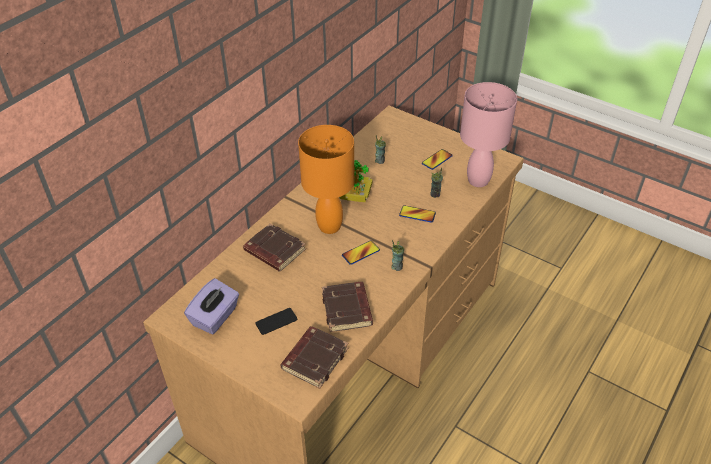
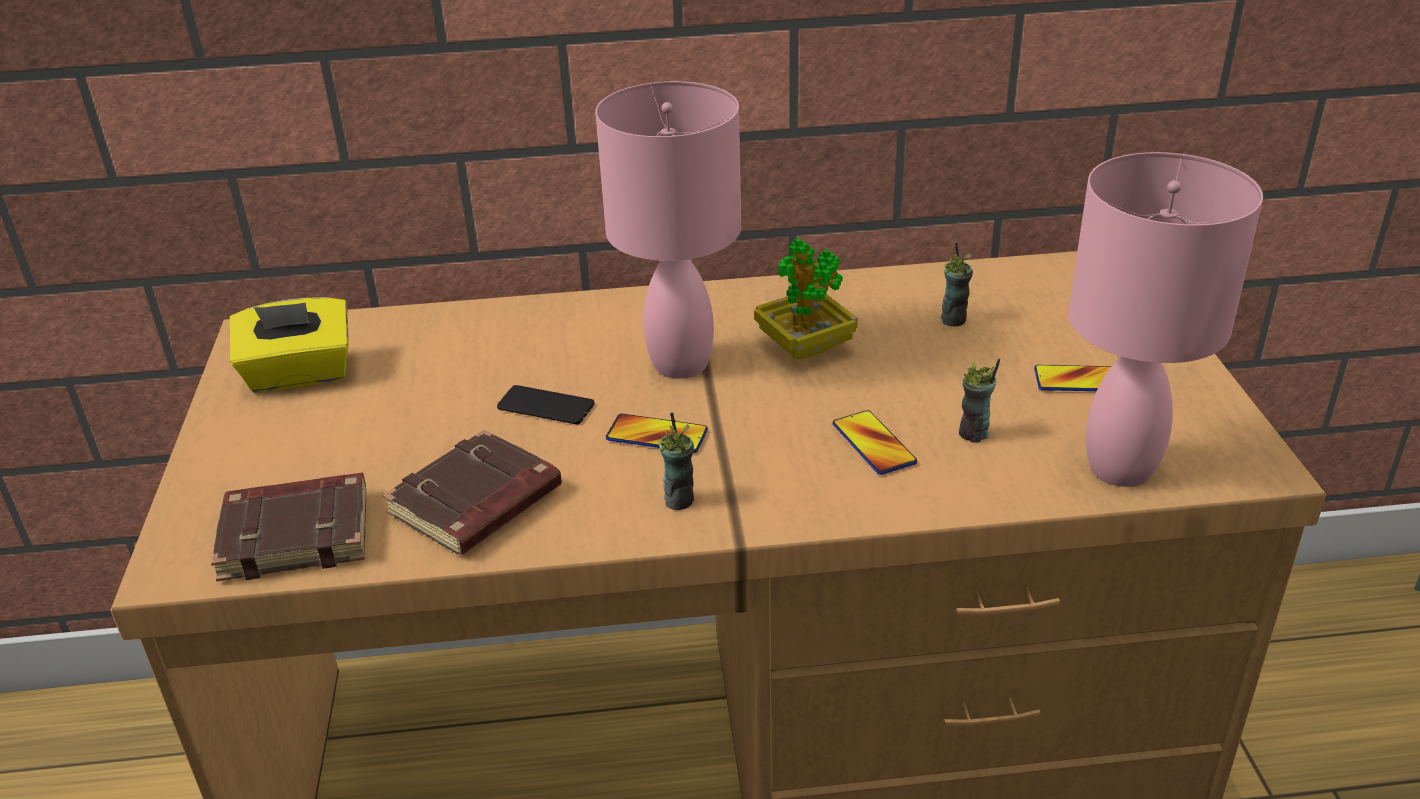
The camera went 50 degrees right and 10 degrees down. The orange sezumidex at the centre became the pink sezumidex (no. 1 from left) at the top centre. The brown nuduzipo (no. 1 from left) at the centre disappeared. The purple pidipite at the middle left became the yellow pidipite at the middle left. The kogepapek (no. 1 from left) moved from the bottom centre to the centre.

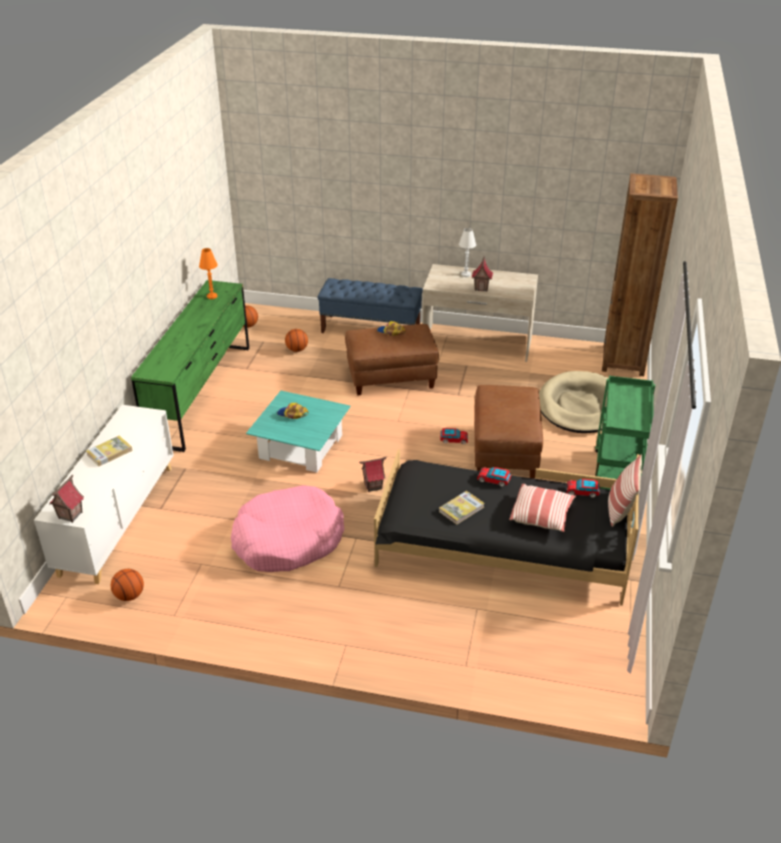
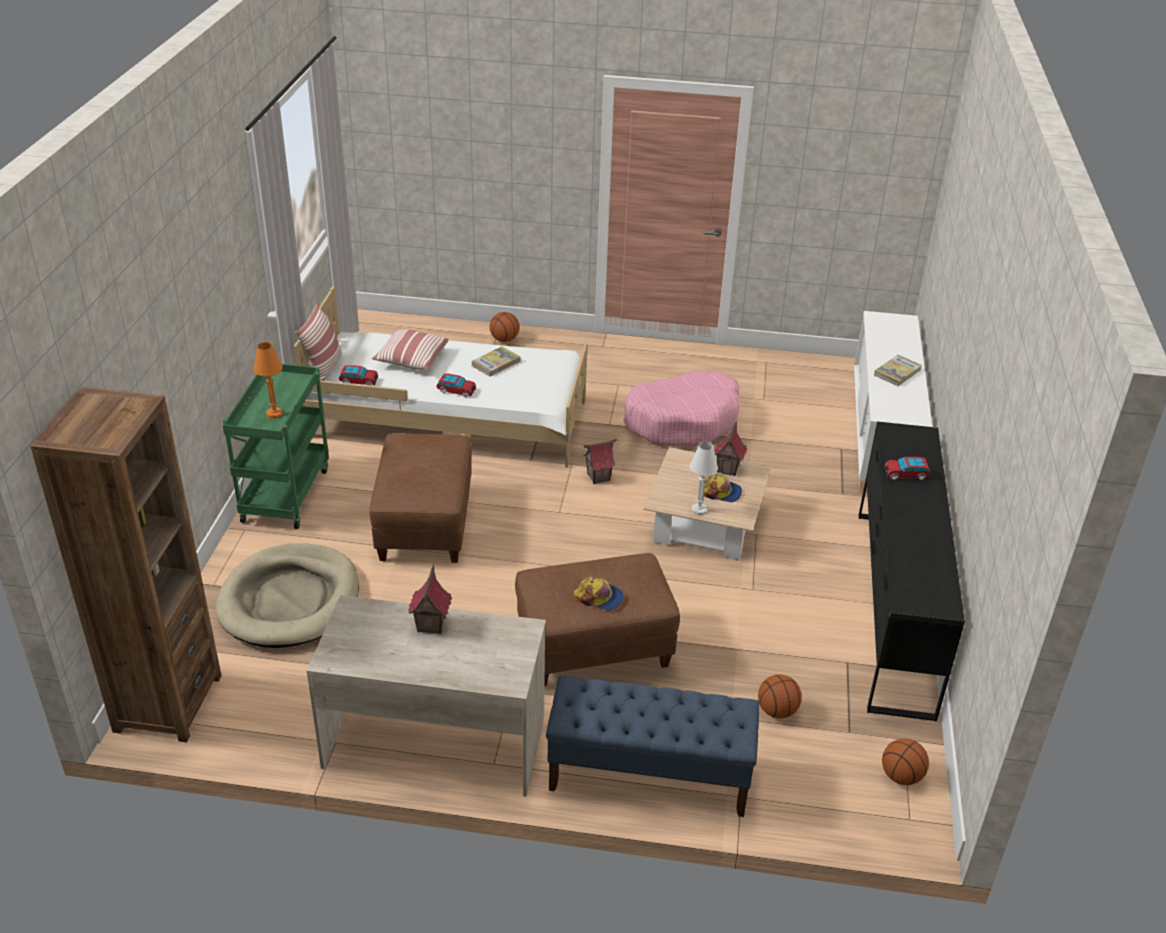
The camera went 175 degrees right and 0 degrees up. The white sezumidex moved from the top centre to the centre. The orange sezumidex moved from the top left to the middle left. The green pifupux at the middle left became the black pifupux at the middle right. The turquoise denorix at the centre became the beige denorix at the centre. The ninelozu (no. 1 from left in the first image) moved from the centre to the middle right. The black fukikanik at the centre became the white fukikanik at the centre. The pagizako (no. 1 from left in the first image) moved from the middle left to the centre. The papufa (no. 1 from left) moved from the bottom left to the centre.

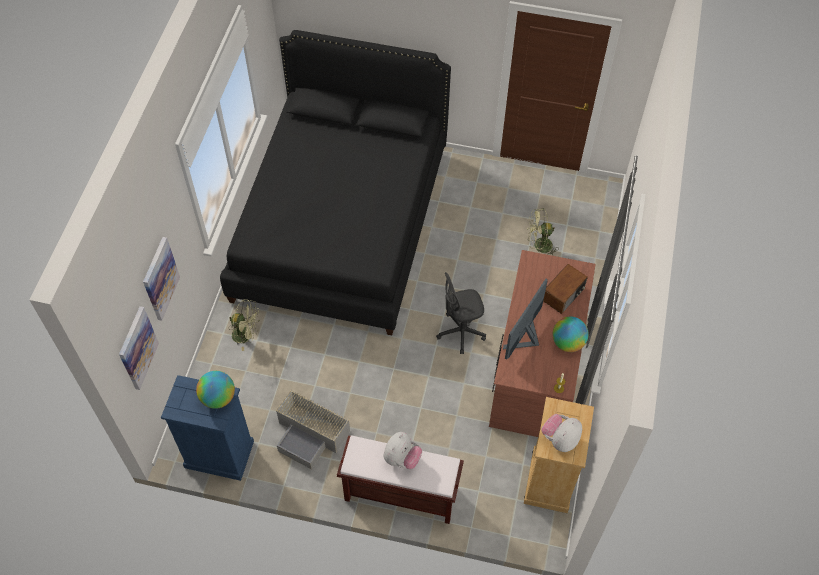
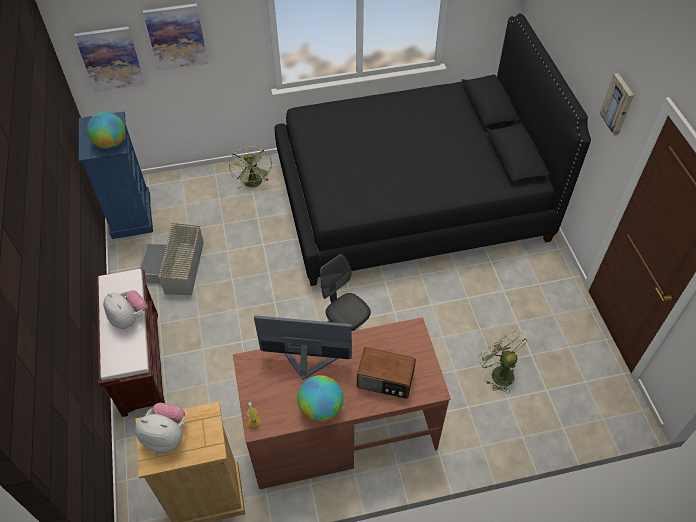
The camera went 65 degrees right and 5 degrees down. The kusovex (no. 1 from left) at the bottom centre turned 135 degrees counterclockwise. The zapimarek (no. 3 from left) at the top right appeared.

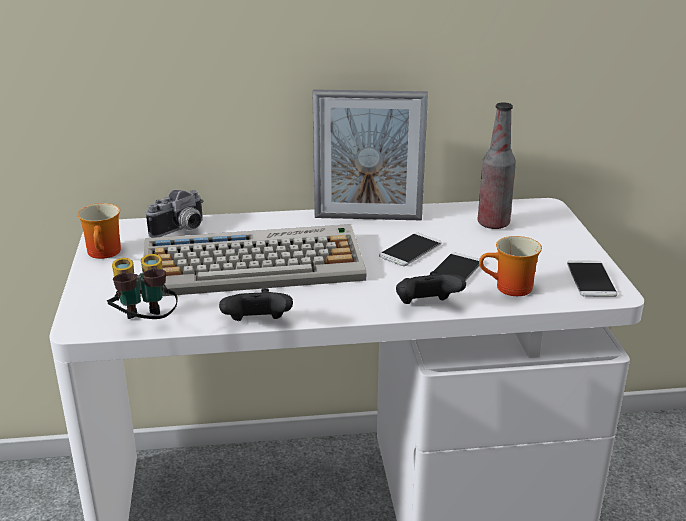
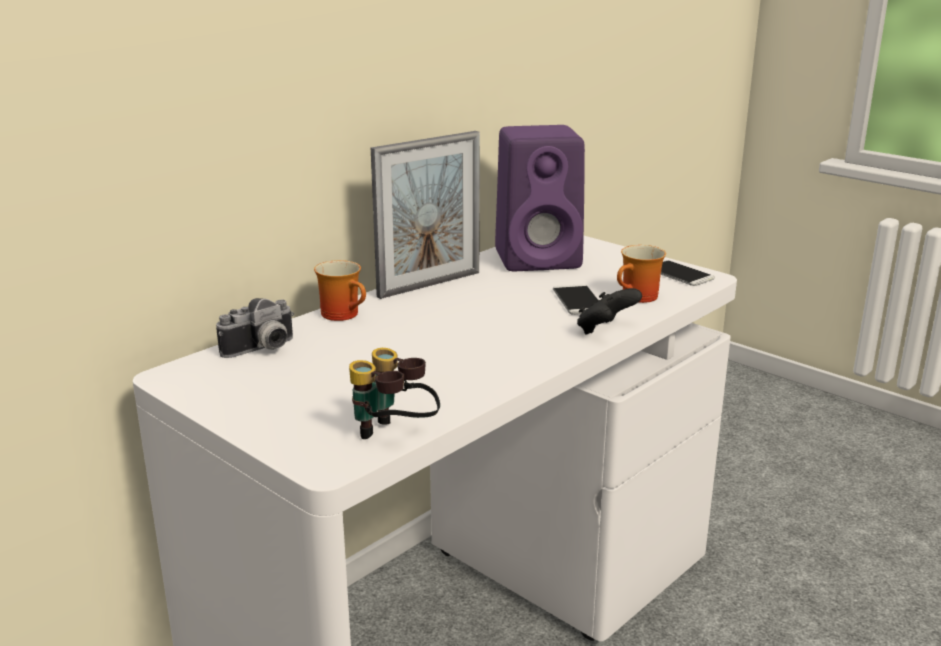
The camera went 40 degrees left and 5 degrees down. The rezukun at the top right was replaced by the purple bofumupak at the top centre. The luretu at the middle left turned 45 degrees clockwise. The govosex (no. 1 from left) moved from the middle left to the centre. The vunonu at the centre disappeared. The kogepapek (no. 1 from left) at the centre disappeared. The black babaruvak (no. 1 from left) at the centre disappeared.

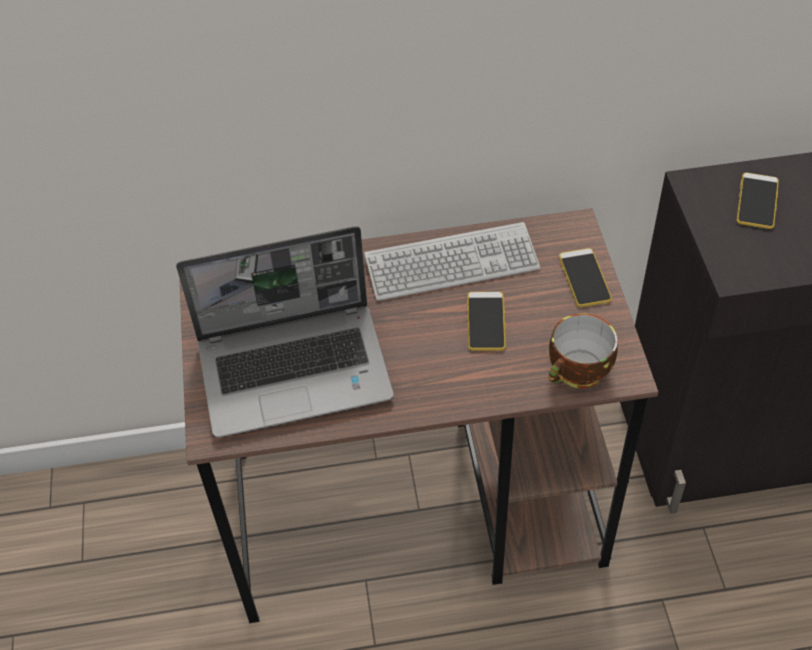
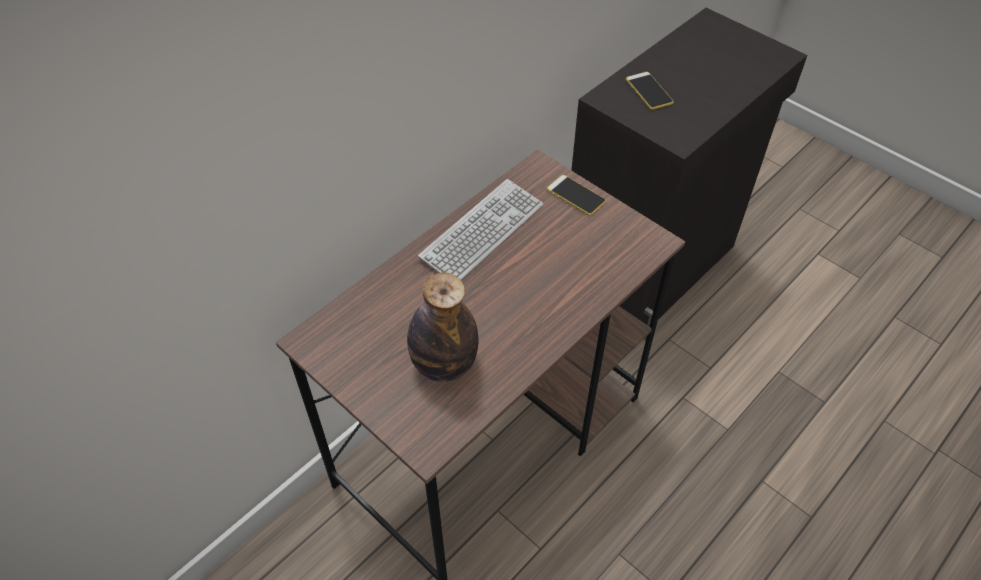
The camera went 40 degrees left and 0 degrees up. The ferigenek at the centre was replaced by the rezukun at the centre. The kogepapek (no. 1 from left) at the centre disappeared. The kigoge at the middle right disappeared.

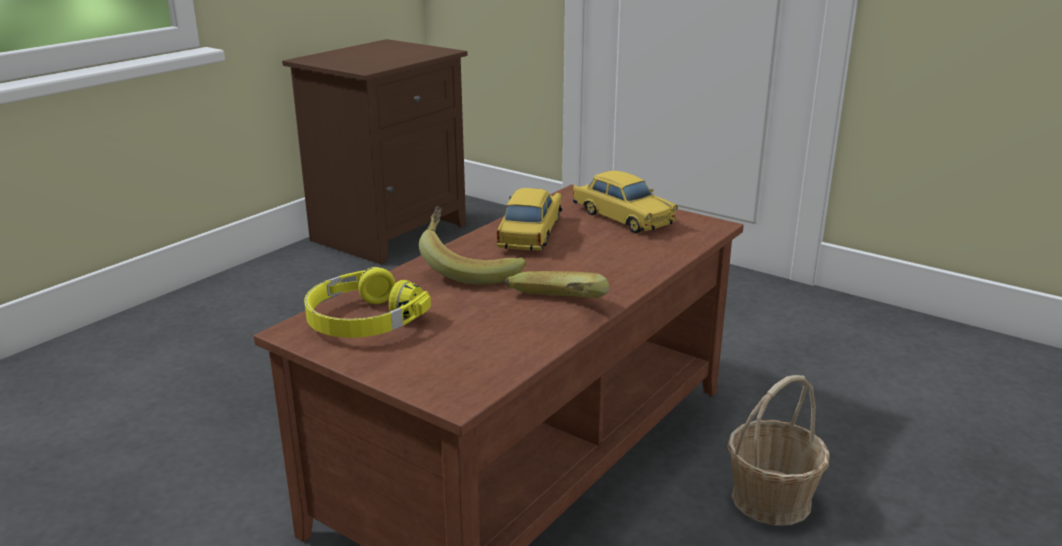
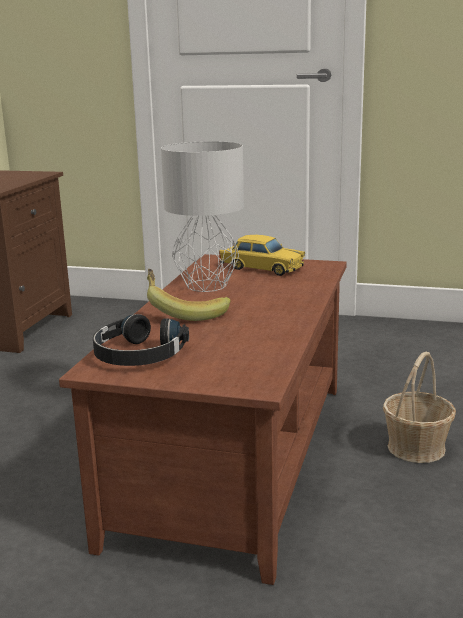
The camera went 20 degrees left and 5 degrees down. The yellow ninelozu (no. 1 from left) at the centre was replaced by the grey sezumidex at the centre. The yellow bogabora at the centre became the black bogabora at the middle left. The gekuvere (no. 2 from left) at the centre disappeared.

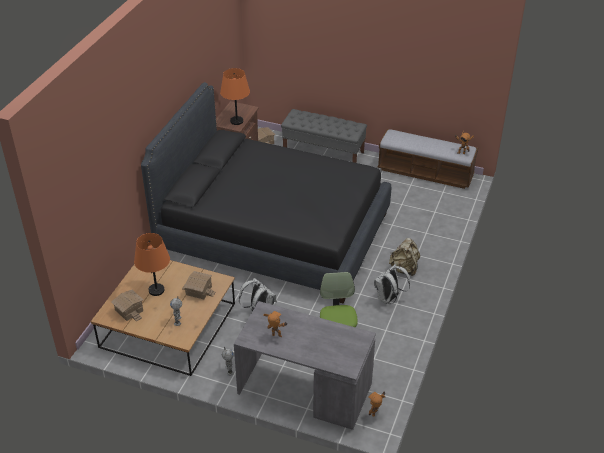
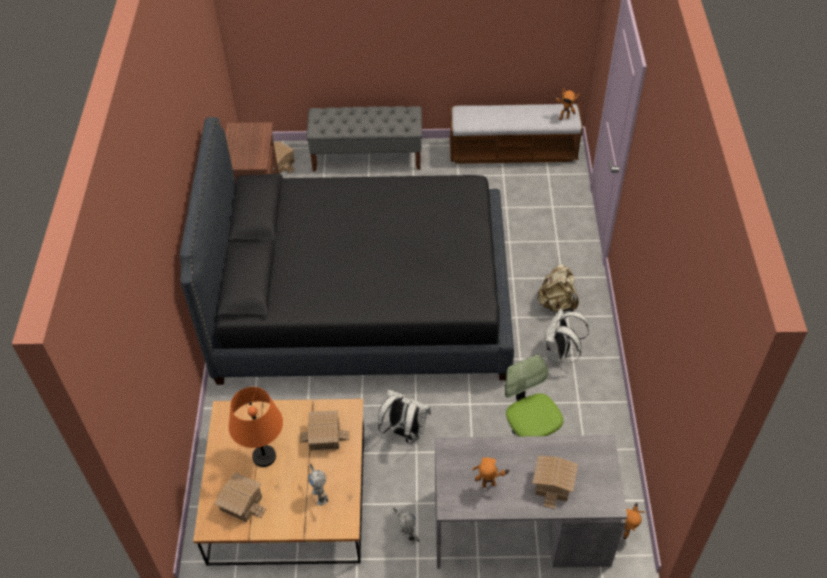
The camera went 20 degrees left and 10 degrees up. The orange sezumidex (no. 2 from left) at the top centre disappeared. The pagizako (no. 4 from left) at the bottom right appeared.

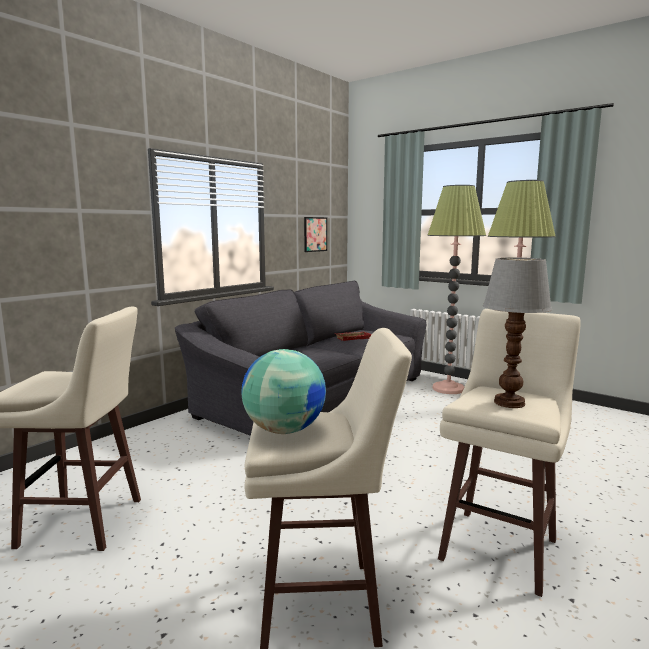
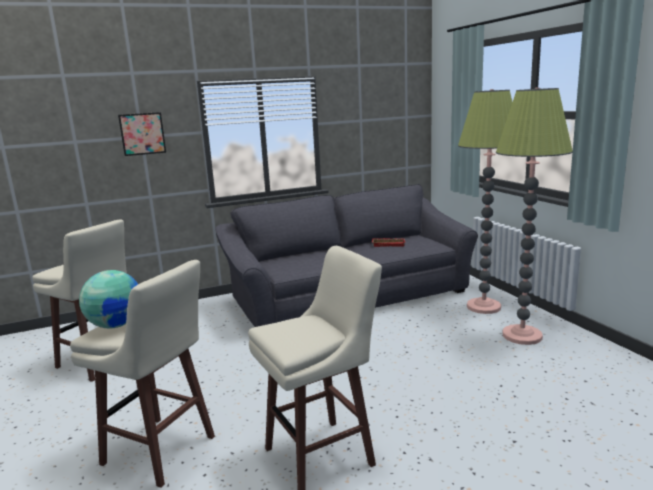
The camera went 30 degrees right and 5 degrees up. The zapimarek moved from the centre to the top left. The sezumidex at the middle right disappeared.

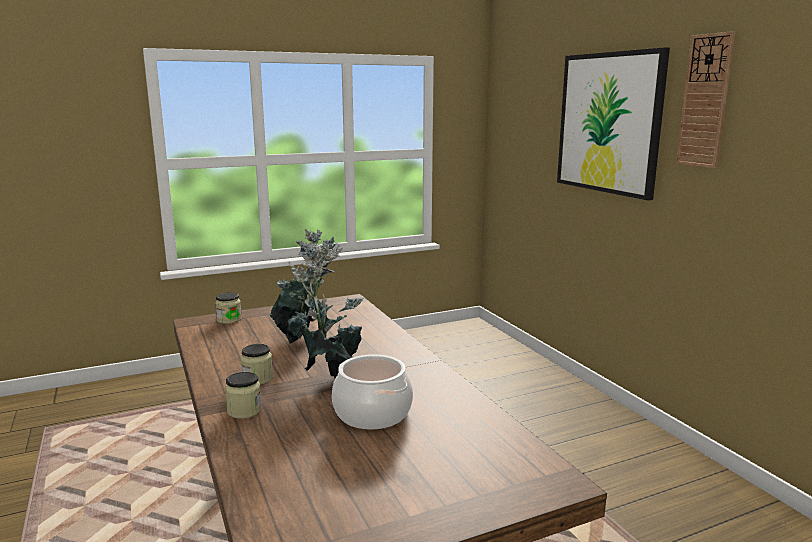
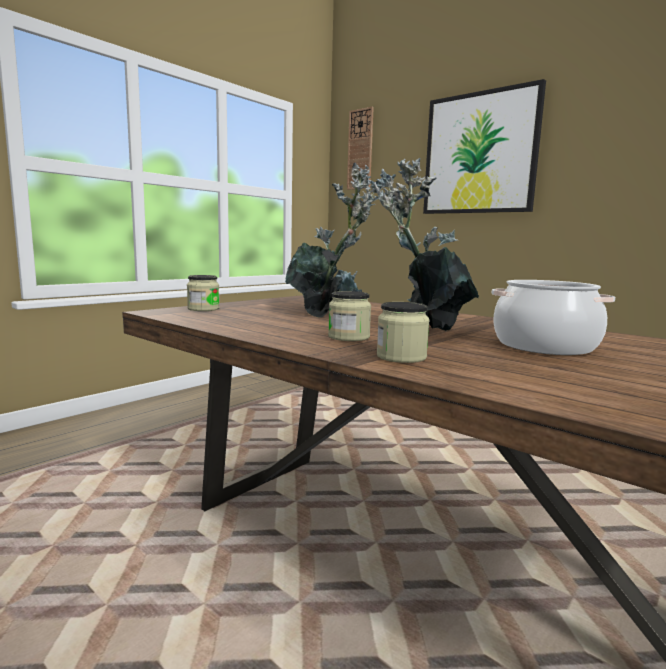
The camera went 25 degrees left and 5 degrees down. The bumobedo moved from the top right to the top centre.

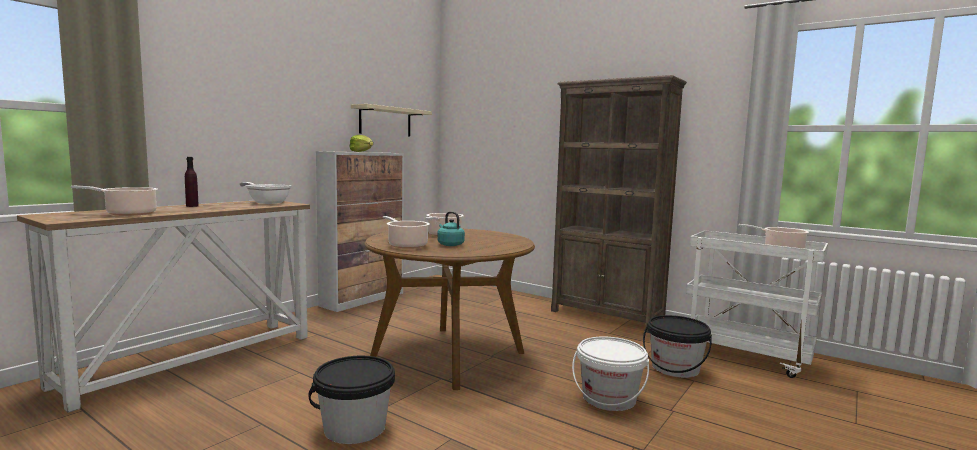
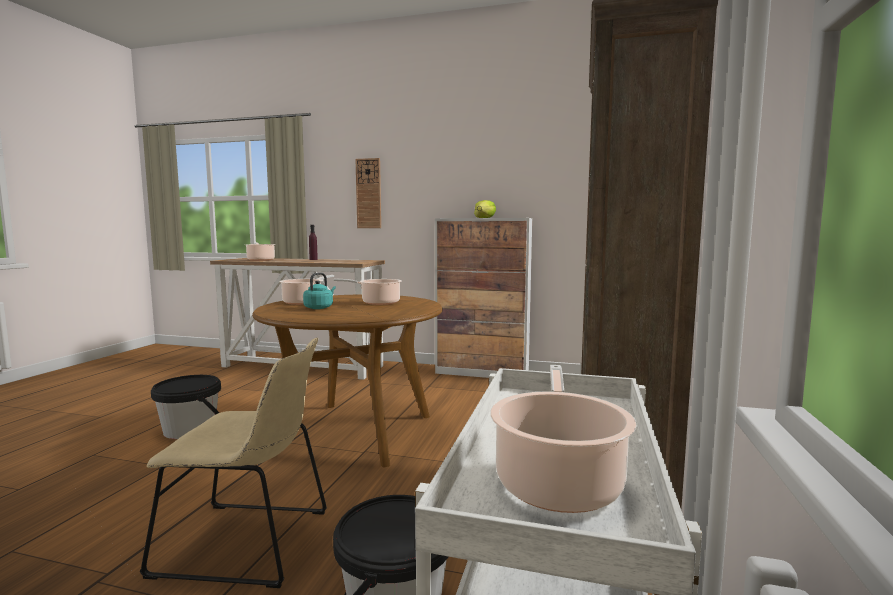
The camera went 70 degrees right and 0 degrees up. The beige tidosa at the top centre disappeared. The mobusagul at the middle left disappeared. The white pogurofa at the bottom centre was replaced by the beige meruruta at the bottom left. The bumobedo at the top centre appeared.

